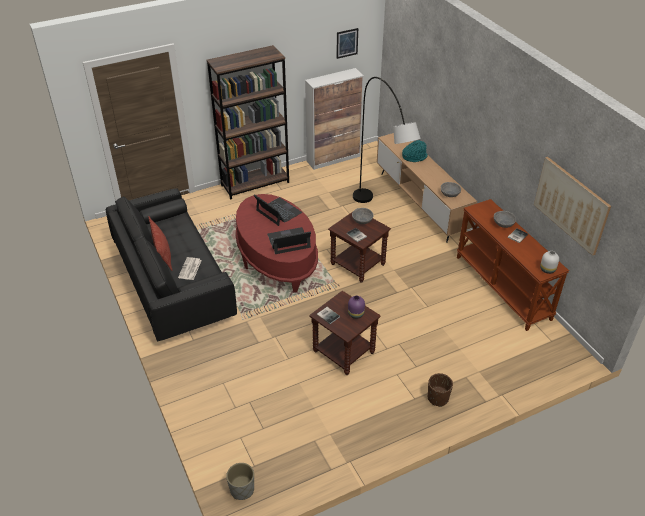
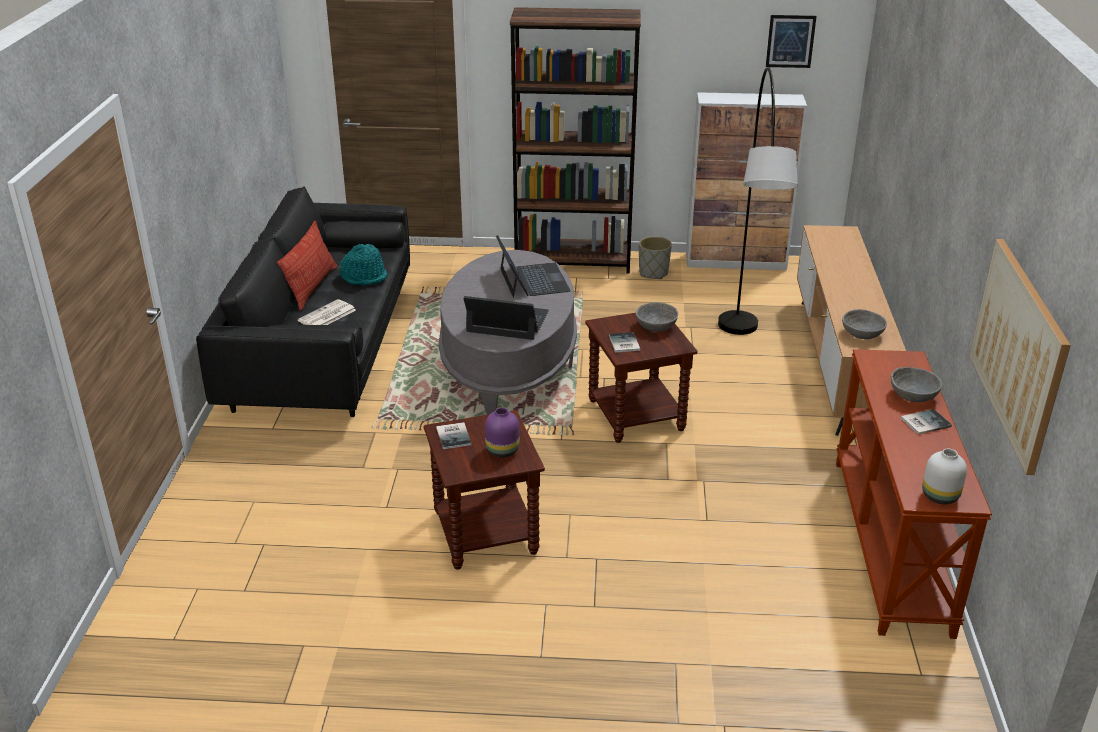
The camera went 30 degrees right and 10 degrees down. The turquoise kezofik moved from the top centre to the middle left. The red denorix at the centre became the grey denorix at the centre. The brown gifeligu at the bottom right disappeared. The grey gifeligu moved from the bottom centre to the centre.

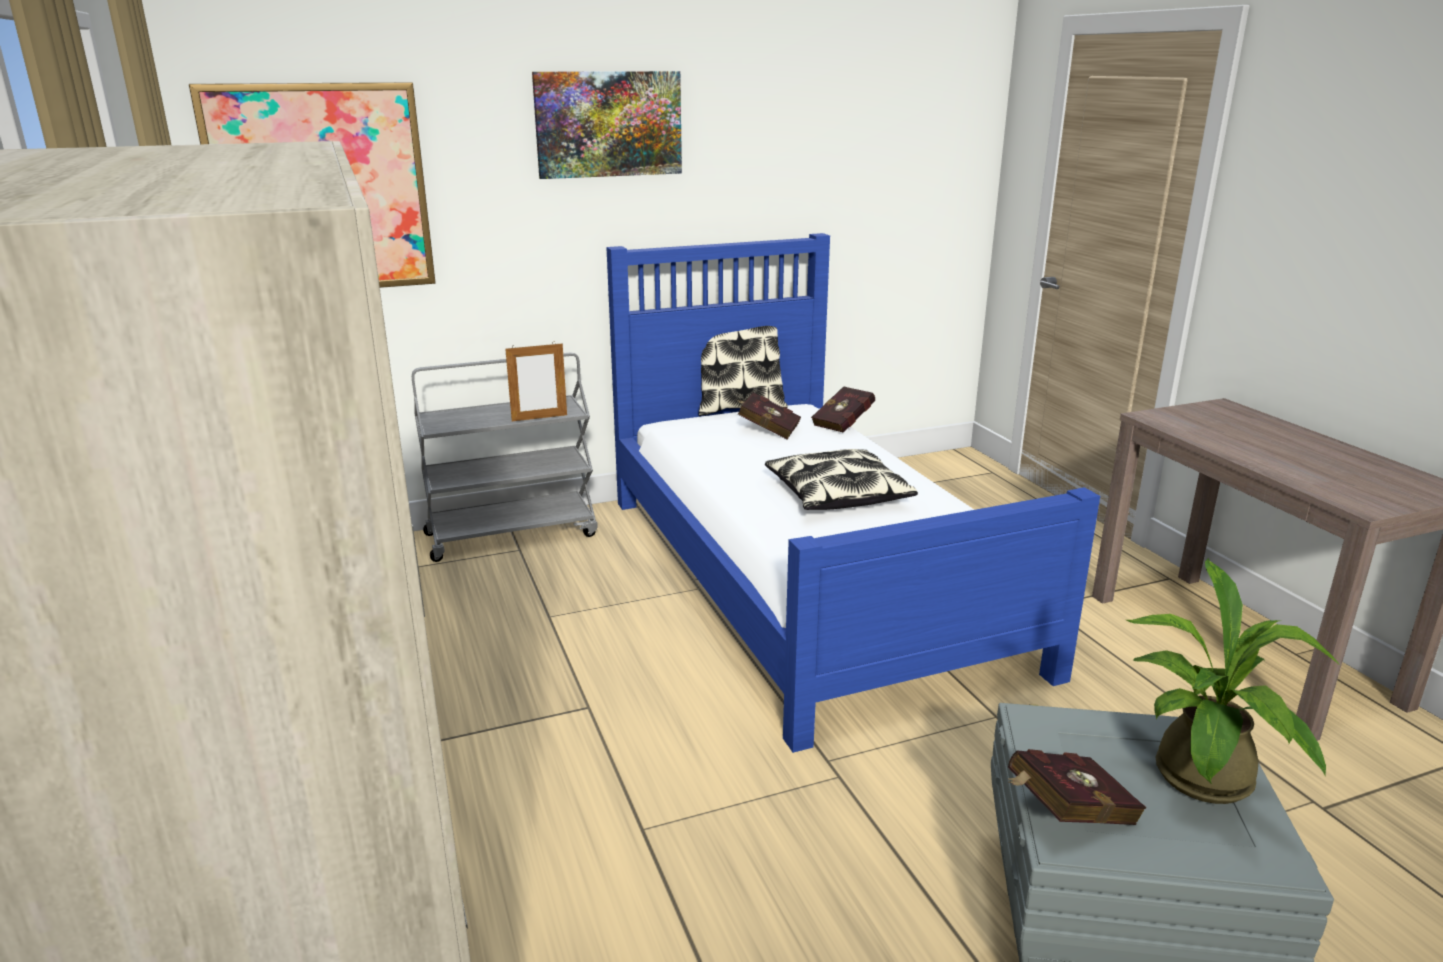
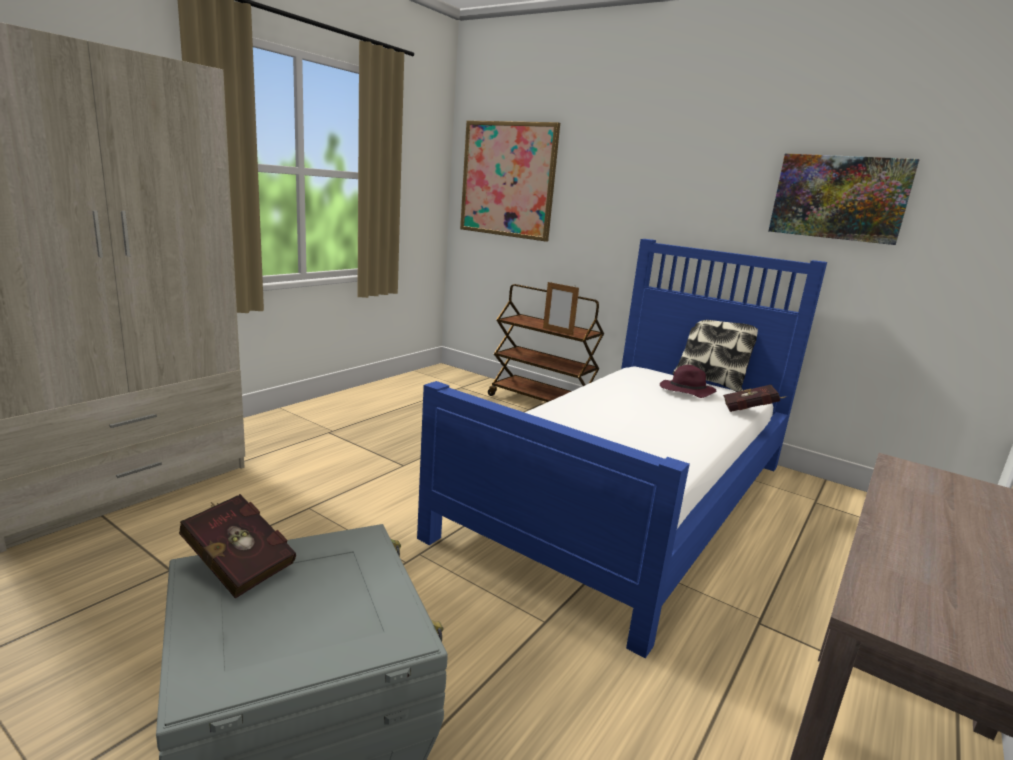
The camera went 55 degrees right and 5 degrees down. The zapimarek (no. 2 from left) moved from the top centre to the top right. The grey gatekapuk at the centre became the brown gatekapuk at the centre. The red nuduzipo (no. 1 from left) at the centre was replaced by the purple kezofik at the middle right. The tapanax (no. 2 from left) at the centre disappeared. The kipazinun at the bottom right disappeared.

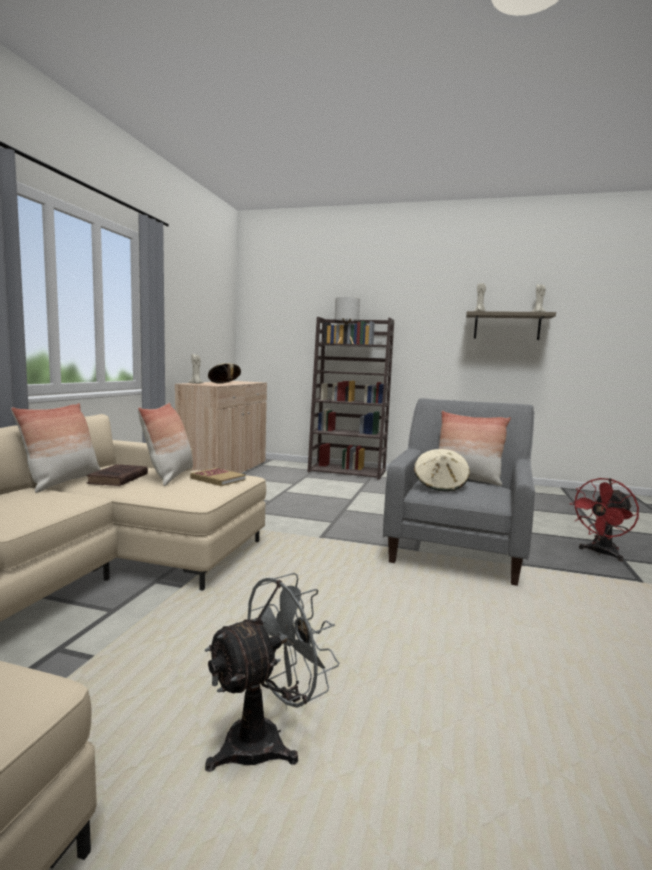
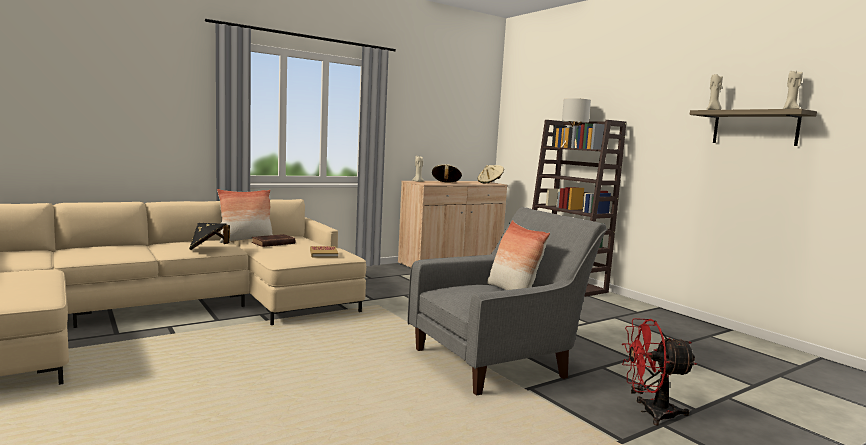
The camera went 40 degrees right and 0 degrees up. The tapanax (no. 2 from left) at the middle left disappeared. The beige kezofik (no. 2 from left) moved from the middle right to the centre. The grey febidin at the bottom centre disappeared. The black kezofik at the middle left appeared.

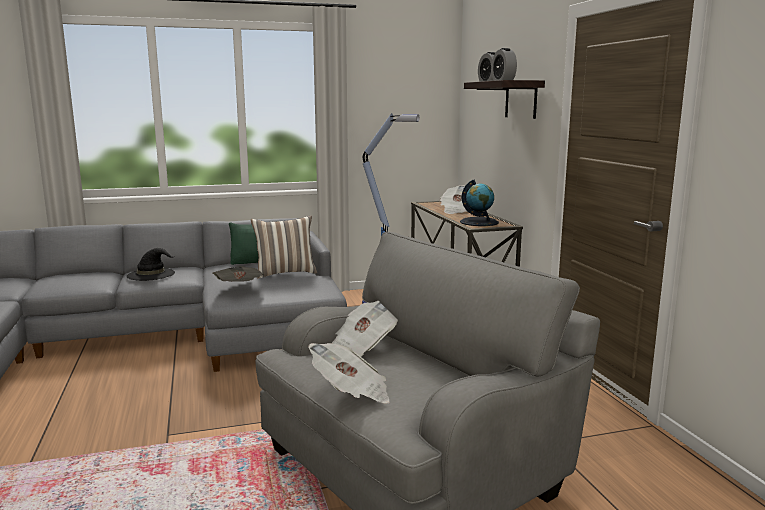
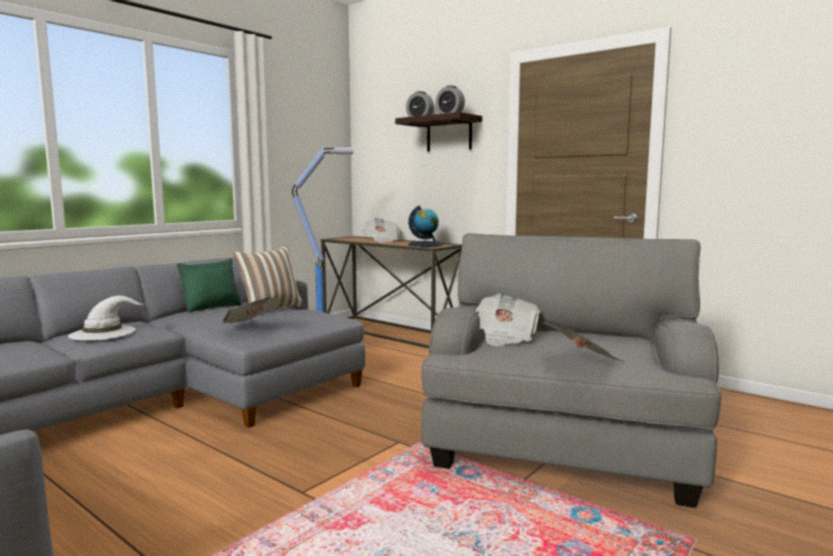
The camera went 35 degrees left and 5 degrees down. The black kezofik at the middle left became the white kezofik at the middle left.

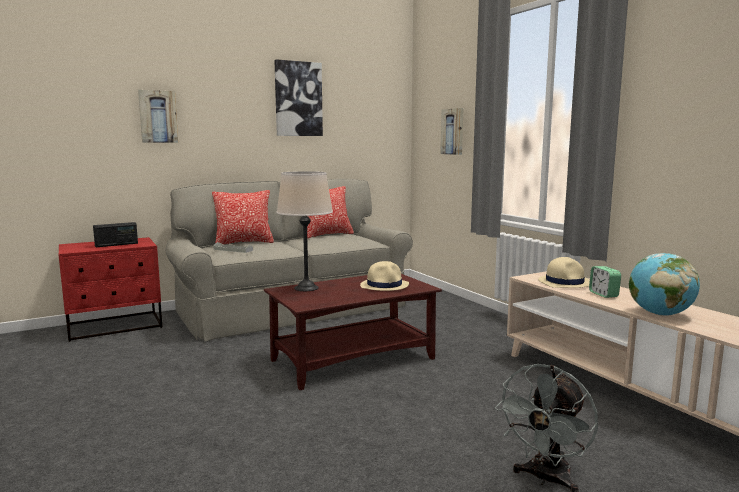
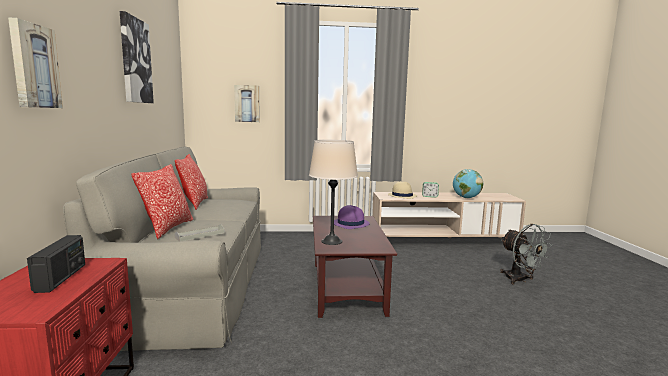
The camera went 65 degrees left and 0 degrees up. The beige kezofik (no. 1 from left) at the centre became the purple kezofik at the centre.

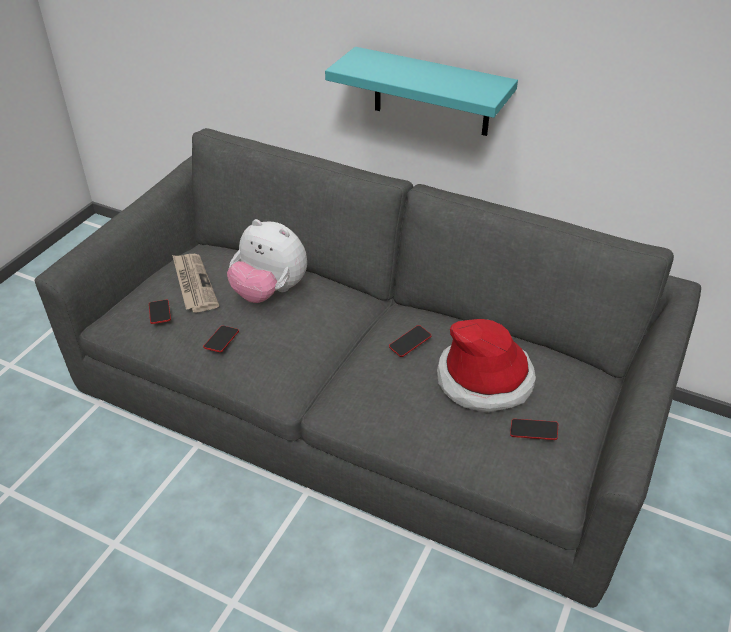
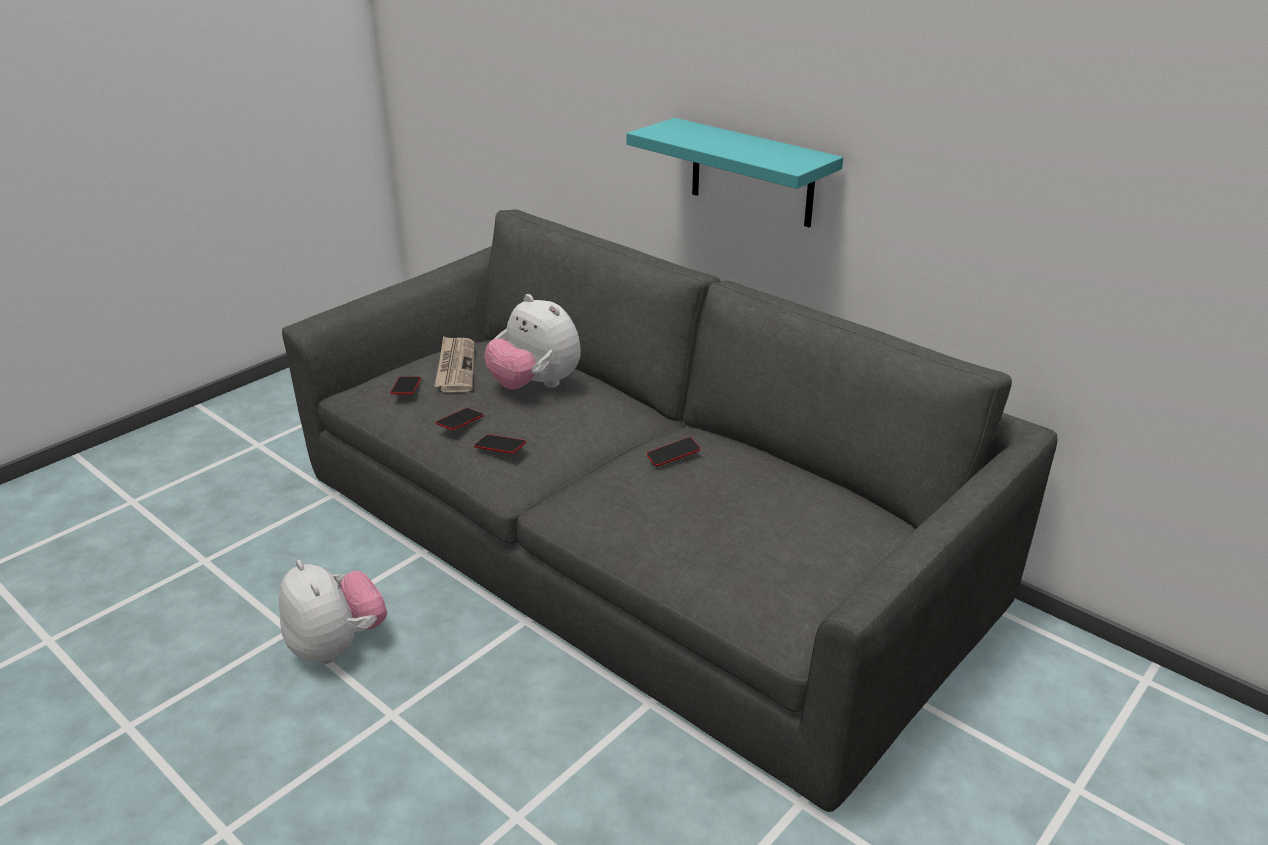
The camera went 15 degrees right and 10 degrees down. The kezofik at the centre disappeared. The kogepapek (no. 4 from left in the first image) moved from the bottom right to the centre. The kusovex (no. 1 from left) at the bottom left appeared.

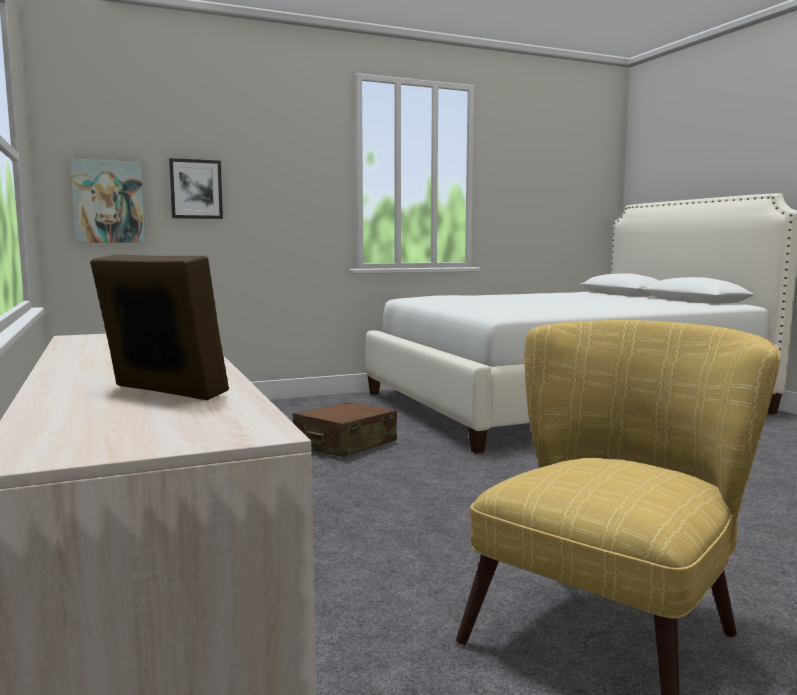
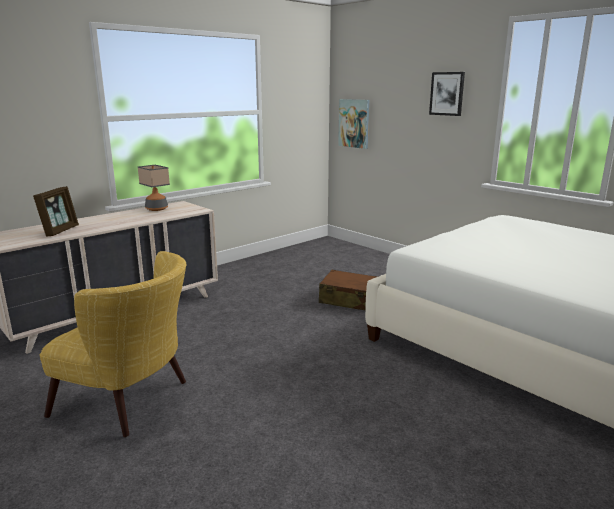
The camera went 70 degrees right and 10 degrees up. The zapimarek (no. 2 from left) moved from the top left to the top right. The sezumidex at the middle left appeared.

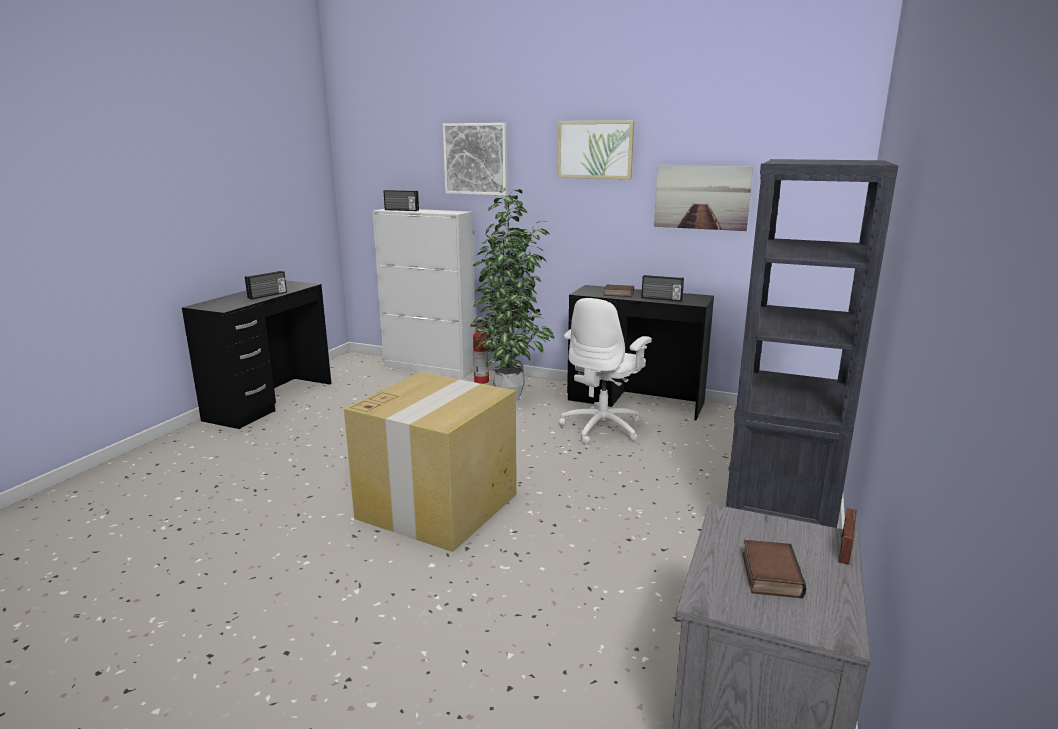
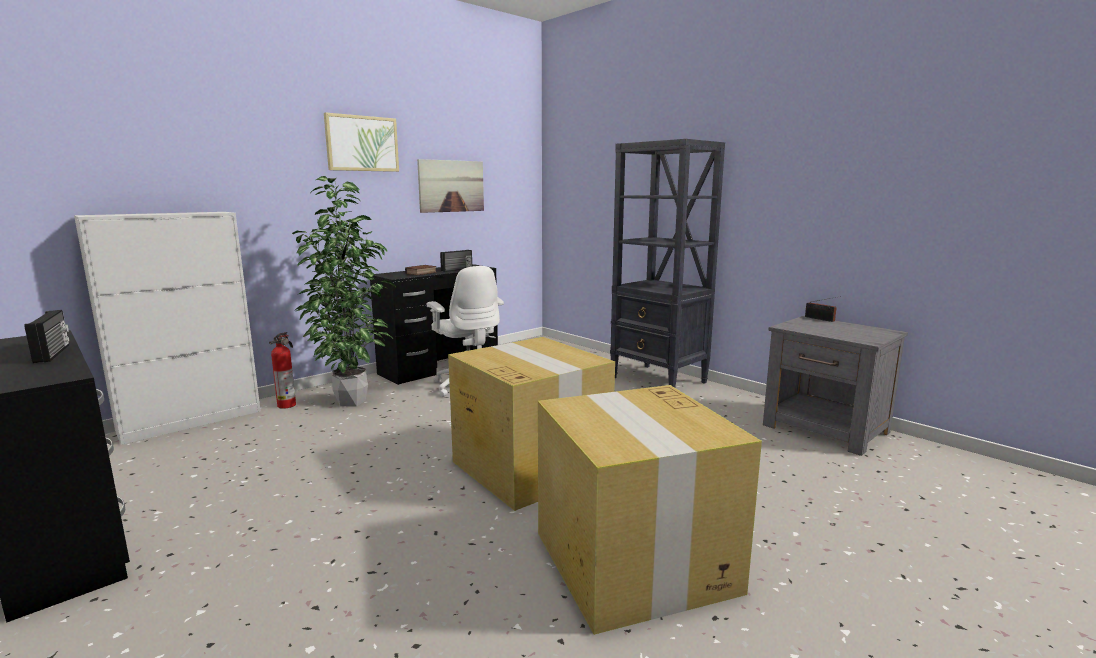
The camera went 65 degrees left and 5 degrees down. The zapimarek (no. 1 from left) at the top centre disappeared. The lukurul (no. 2 from left) at the top centre disappeared. The nuduzipo (no. 2 from left) at the bottom right disappeared. The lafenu (no. 2 from left) at the bottom centre appeared.

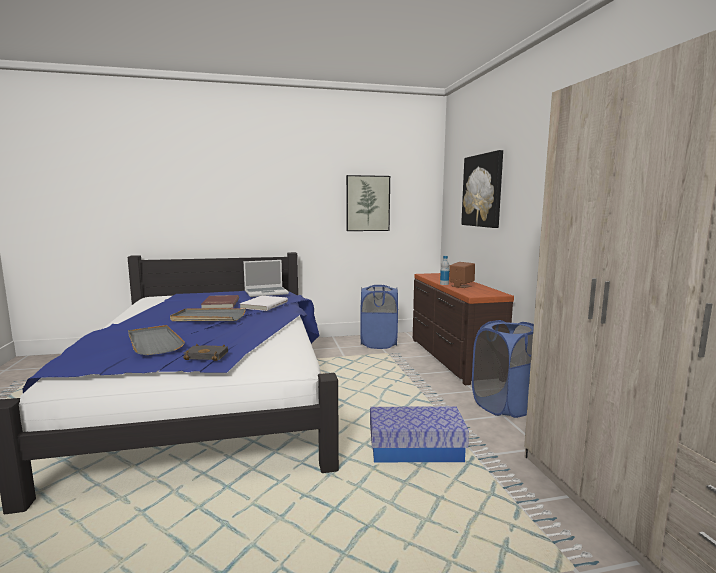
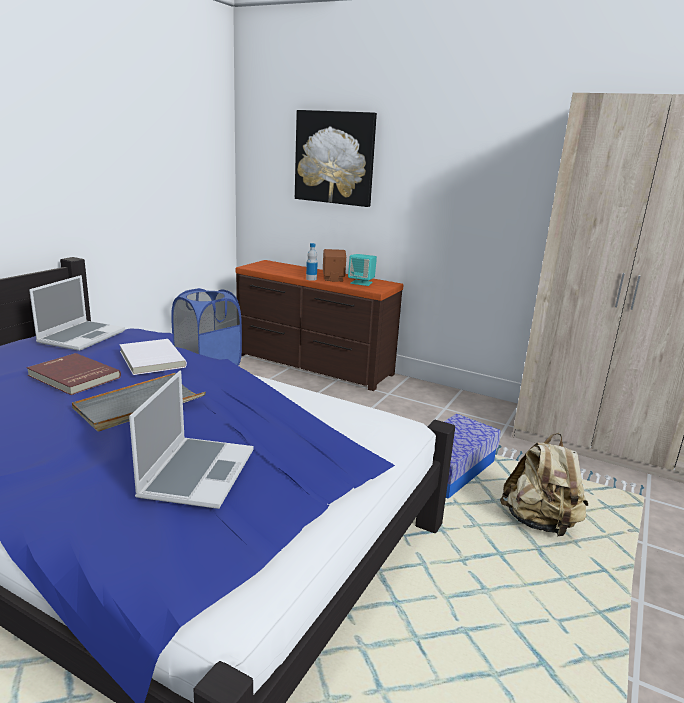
The camera went 50 degrees left and 10 degrees up. The zapimarek (no. 1 from left) at the centre disappeared. The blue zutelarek (no. 2 from left) at the middle right disappeared. The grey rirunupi (no. 1 from left) at the middle left was replaced by the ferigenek (no. 2 from left) at the middle left. The black nuduzipo at the middle left disappeared. The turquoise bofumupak at the centre appeared. The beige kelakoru at the bottom right appeared.

